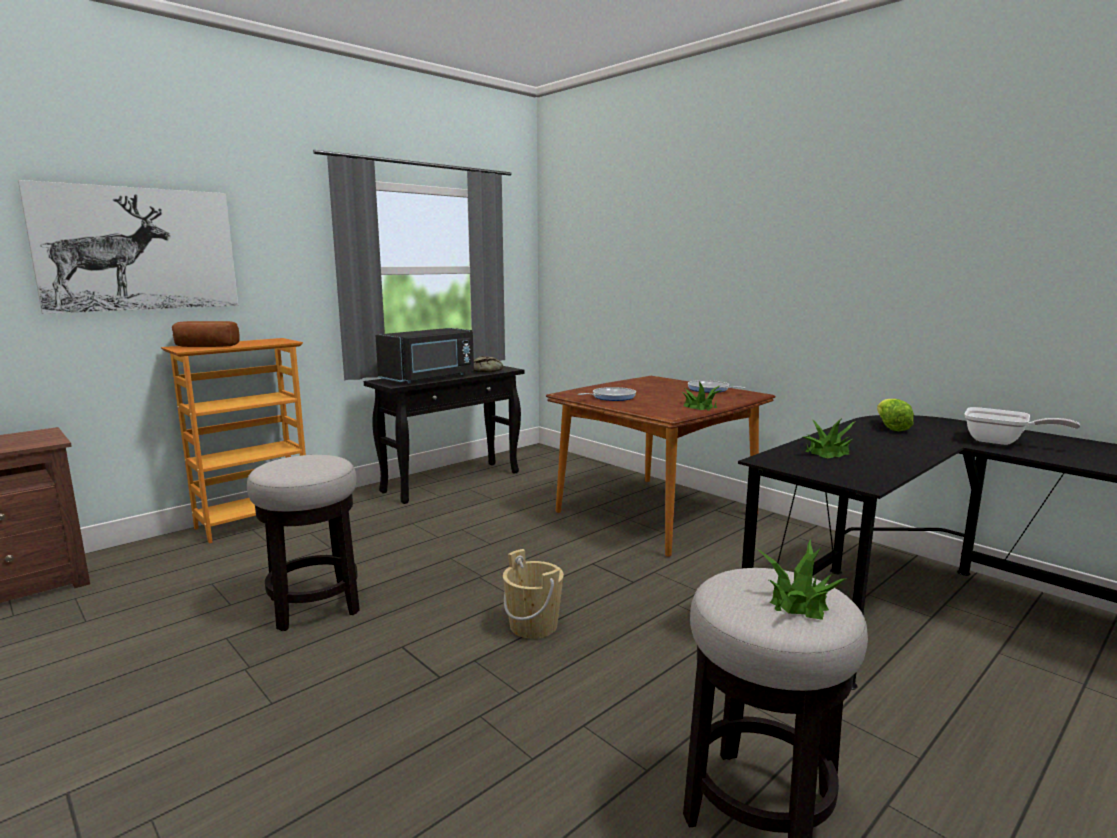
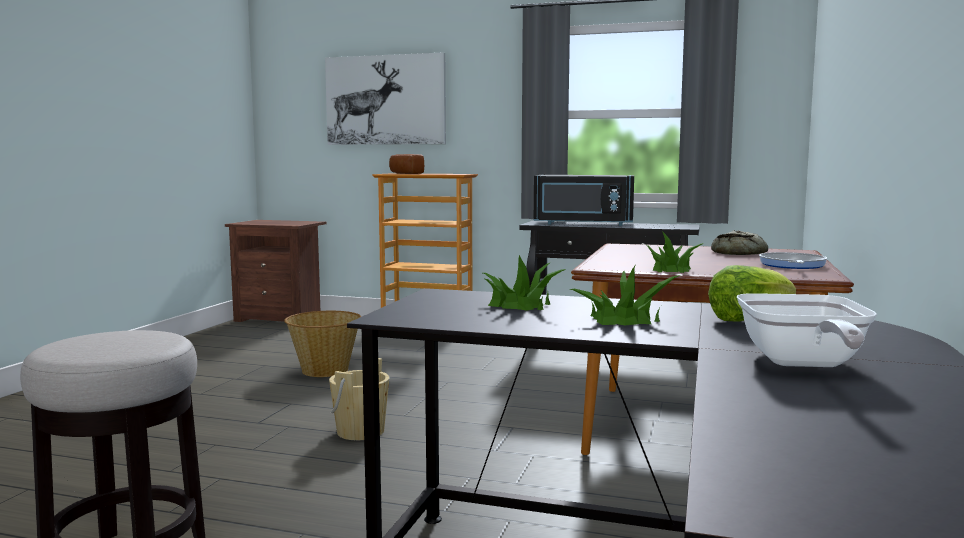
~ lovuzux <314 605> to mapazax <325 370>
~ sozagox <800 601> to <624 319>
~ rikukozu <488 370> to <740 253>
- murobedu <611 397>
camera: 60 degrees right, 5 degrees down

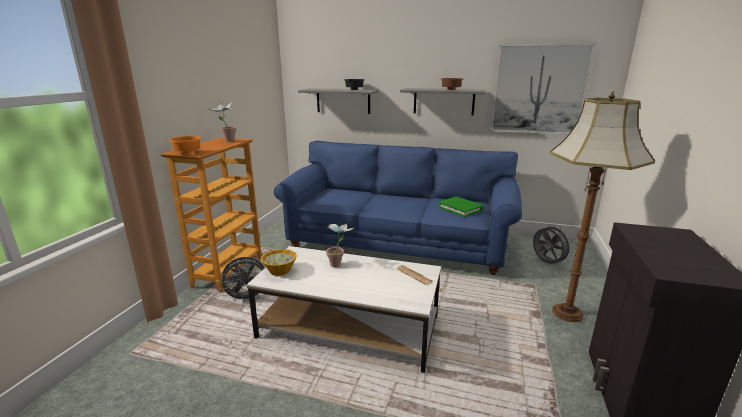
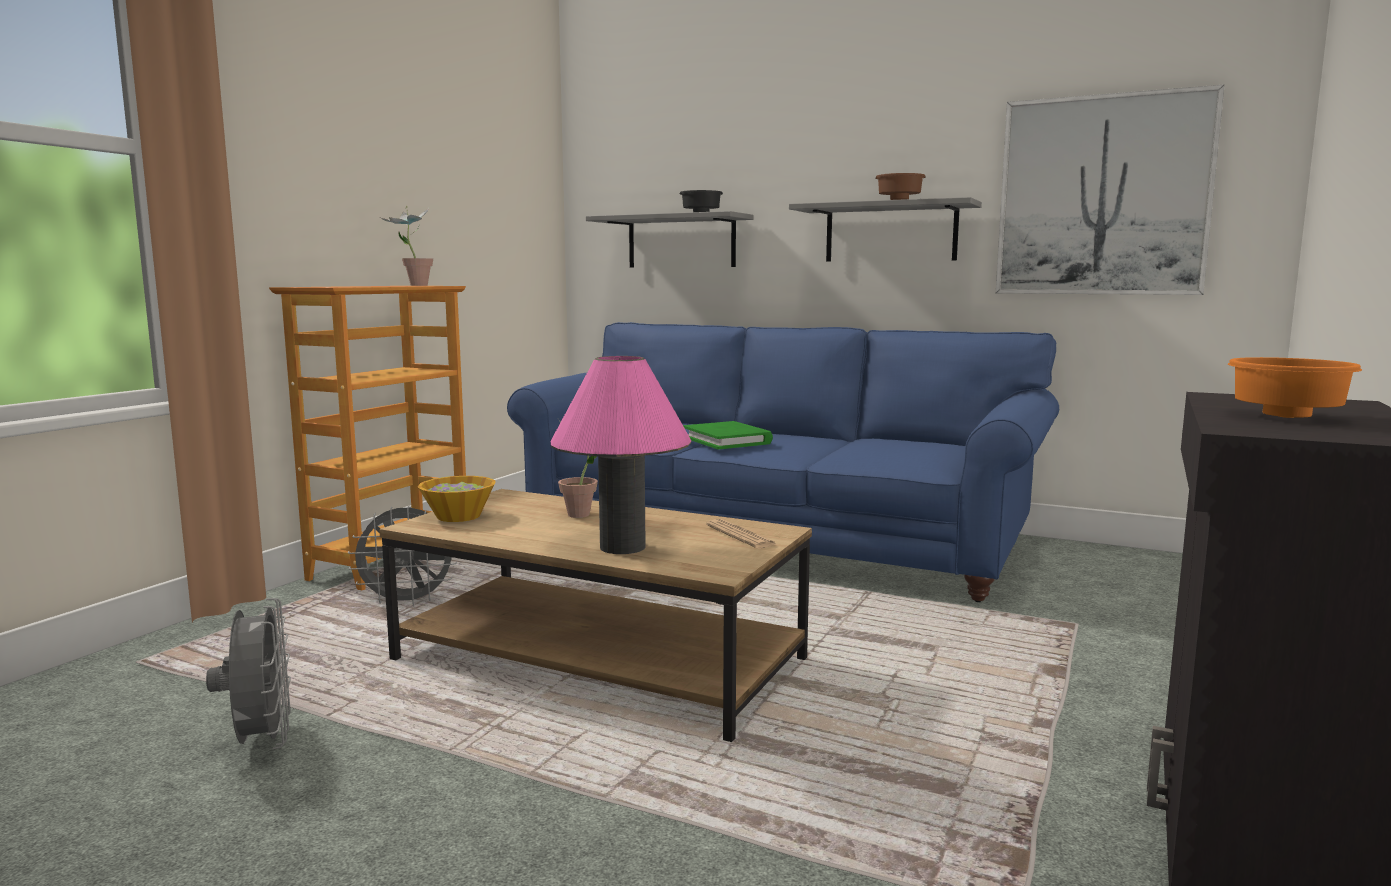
~ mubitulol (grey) <547 263> to <262 741>
~ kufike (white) <349 327> to kufike (brown) <599 659>
+ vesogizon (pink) <622 547>
~ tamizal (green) <460 208> to <727 440>
~ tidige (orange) <187 152> to <1282 416>
- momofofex <568 313>
camera: 10 degrees right, 10 degrees down

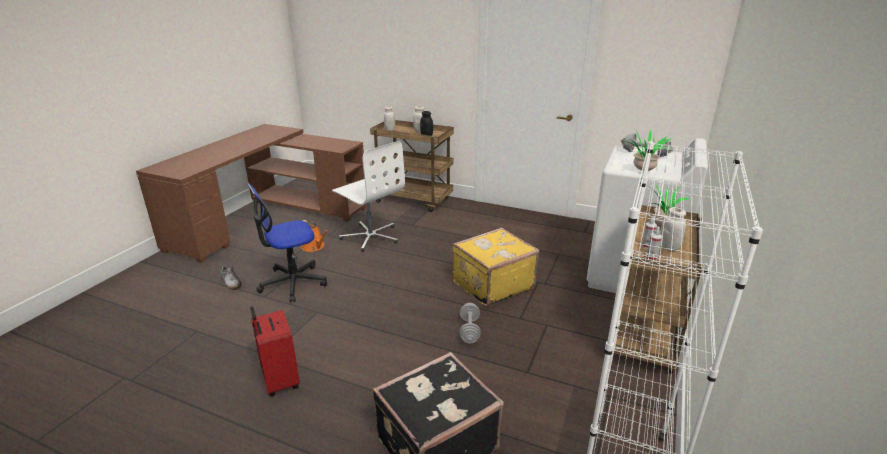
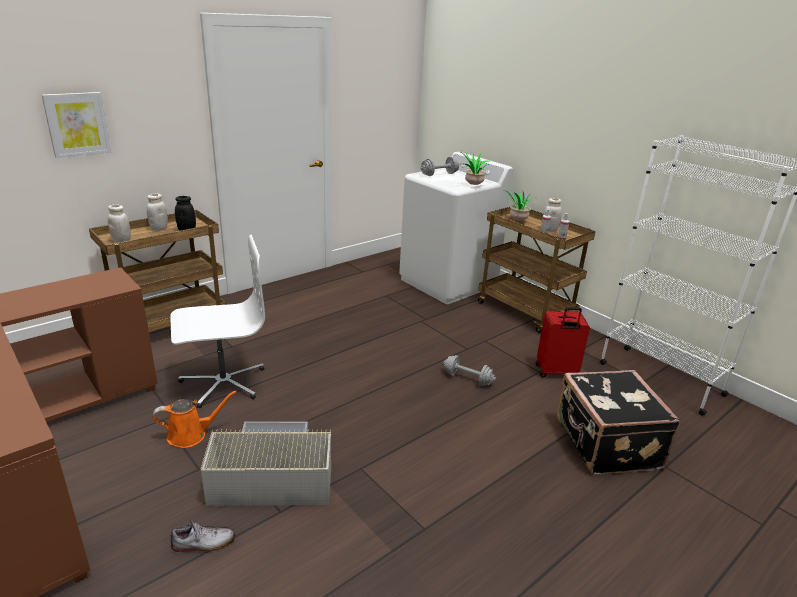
+ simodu <77 124>
~ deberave <292 283> to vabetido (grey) <270 476>
~ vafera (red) <279 381> to <556 372>
- vafera (yellow) <491 284>
camera: 65 degrees left, 0 degrees up

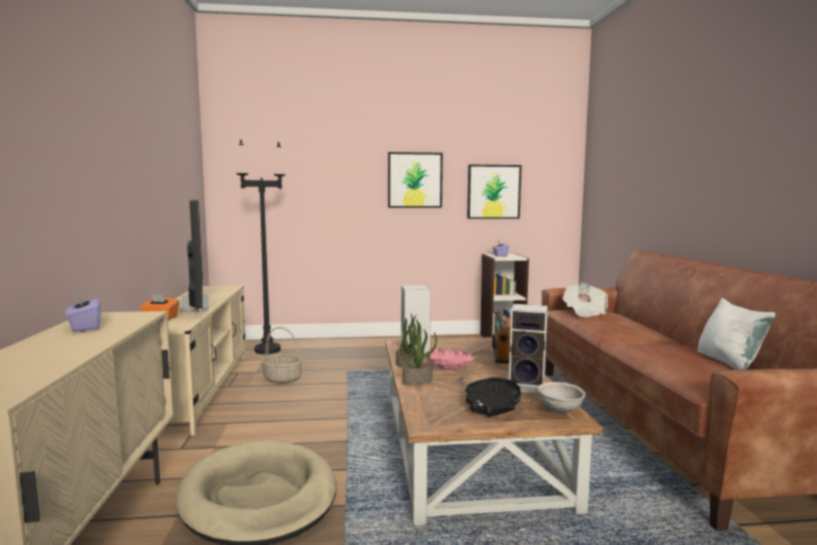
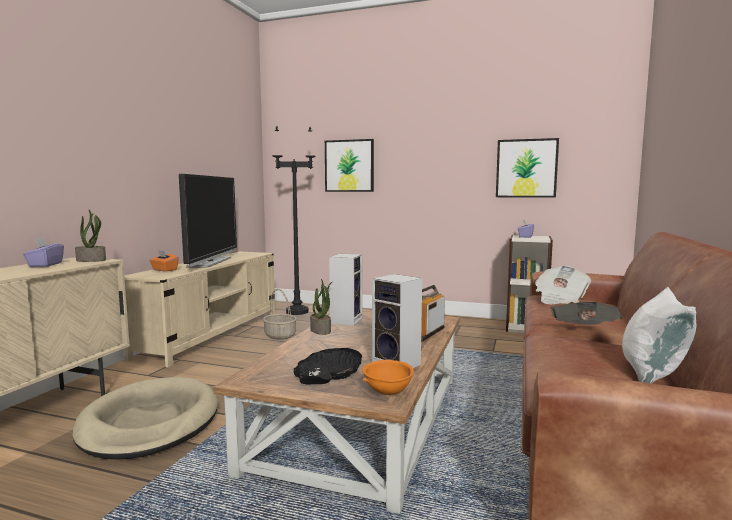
~ sozagox <417 381> to <91 260>
~ simodu <415 180> to <349 166>
~ tidige (grey) <561 411> to tidige (orange) <388 393>
+ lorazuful <583 332>
- tidige (pink) <448 367>
camera: 25 degrees right, 0 degrees up

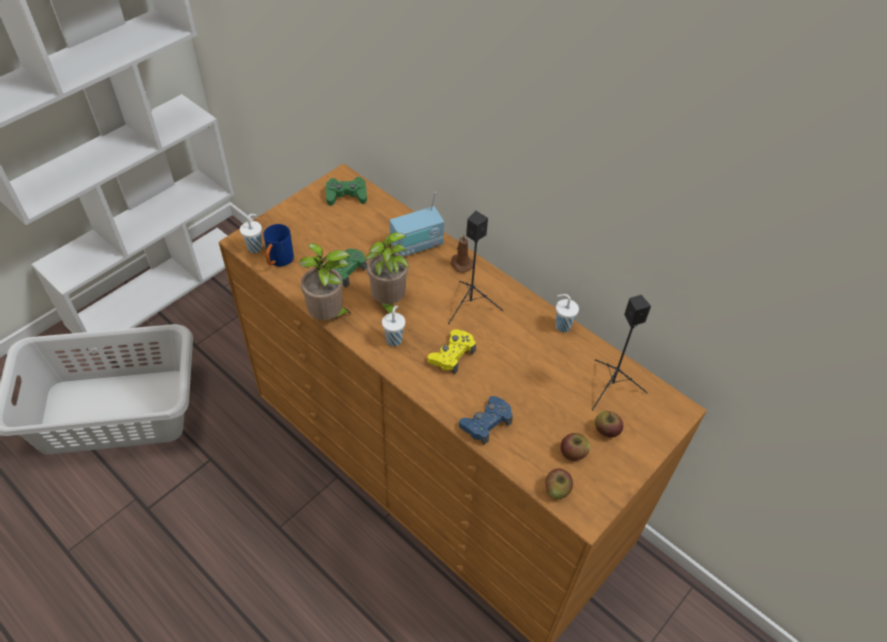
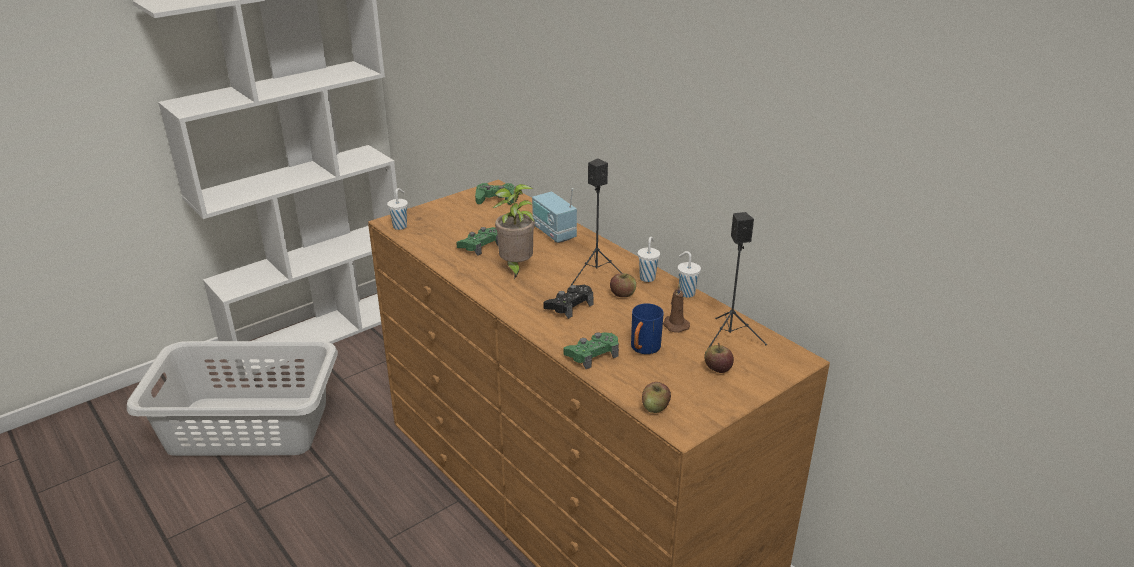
~ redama <417 245> = <553 233> 75 degrees clockwise
~ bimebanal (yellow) <452 355> to bimebanal (black) <569 306>
~ bimebanal (blue) <486 423> to bimebanal (green) <592 354>
~ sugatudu <573 453> to <622 294>
~ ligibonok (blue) <279 261> to <643 349>
~ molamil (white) <394 339> to <647 278>
~ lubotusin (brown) <461 263> to <675 325>
- sozagox <329 316>
camera: 10 degrees right, 20 degrees down

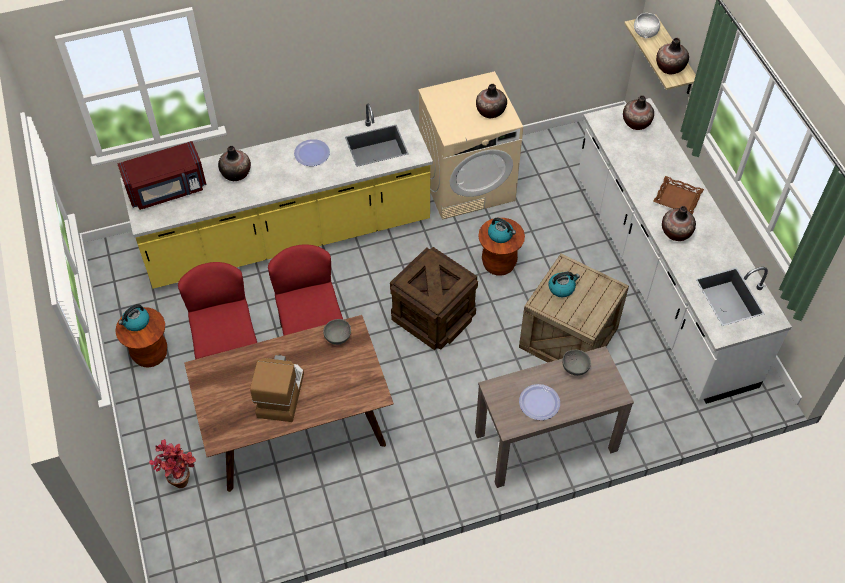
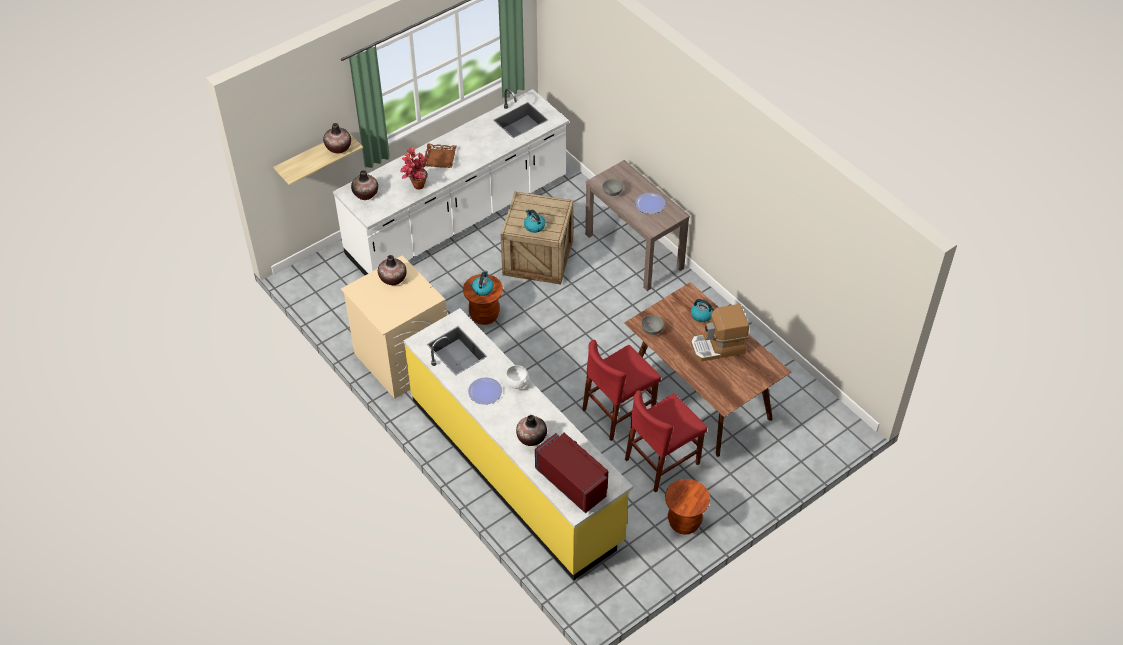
~ sozagox <179 477> to <415 188>
~ tidige (white) <645 33> to <516 383>
~ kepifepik <136 322> to <702 315>
- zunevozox <434 316>
- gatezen <676 232>
camera: 110 degrees left, 5 degrees down

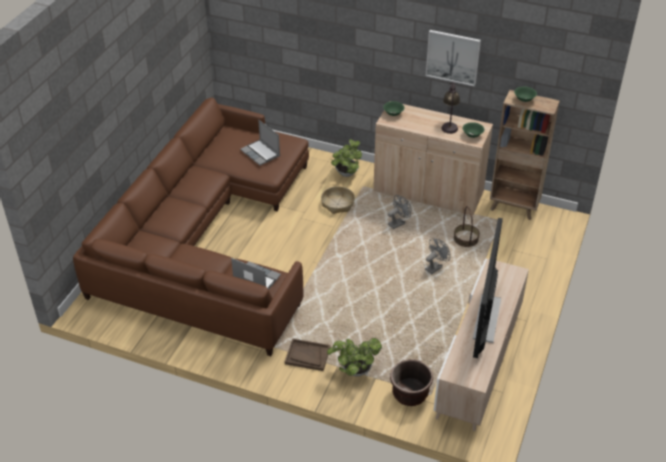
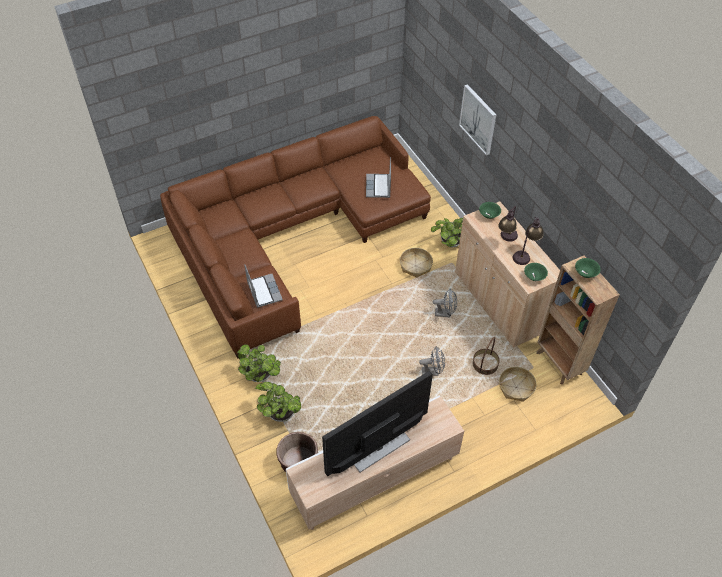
~ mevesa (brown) <307 356> to sozagox <261 376>
~ simodu <453 57> to <478 119>
+ vesogizon <506 239>
+ mapazax <516 387>
camera: 40 degrees right, 10 degrees up

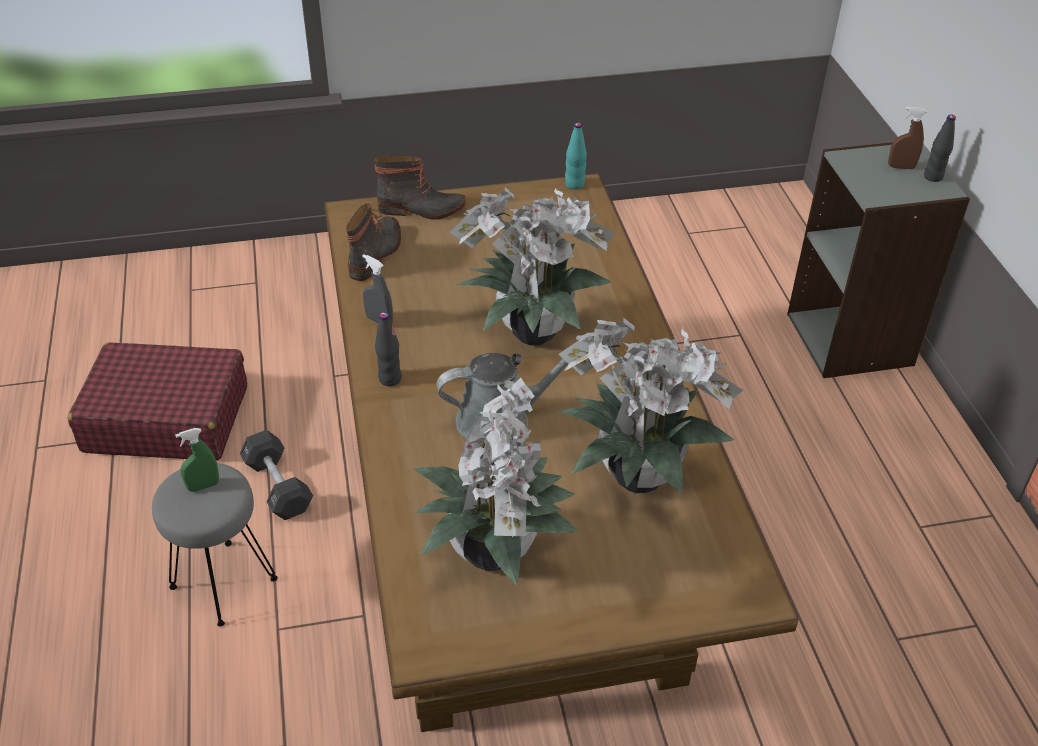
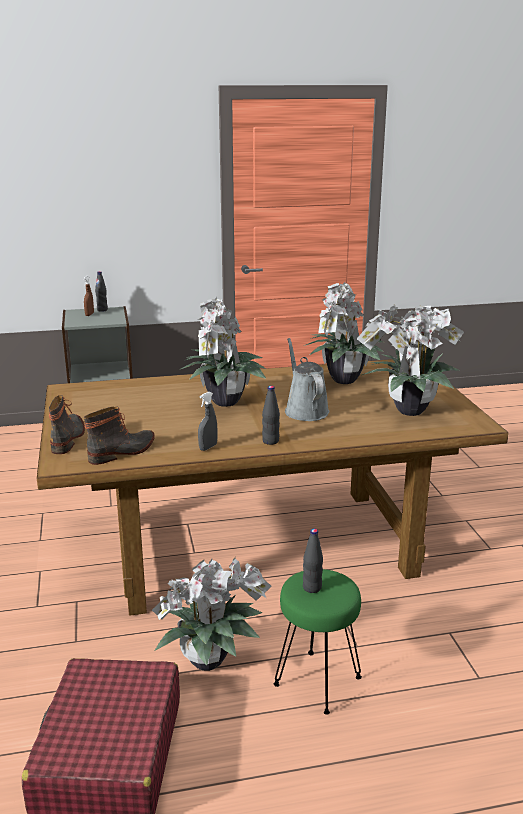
~ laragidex <376 253> = <123 452> 120 degrees clockwise
~ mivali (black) <278 486> to sozagox <211 662>
~ lovuzux (grey) <223 582> to lovuzux (green) <317 682>
~ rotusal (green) <203 486> to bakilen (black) <312 588>
- bakilen (turquoise) <574 184>
camera: 90 degrees left, 20 degrees down

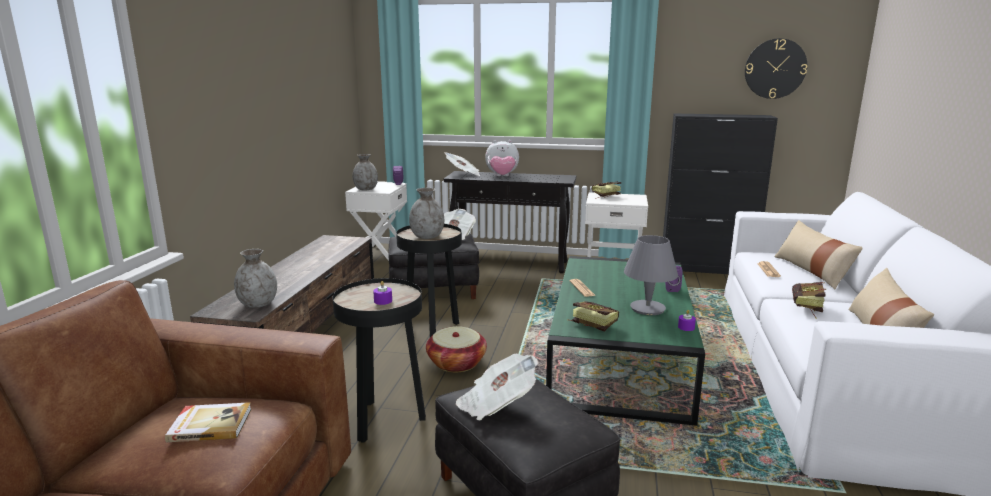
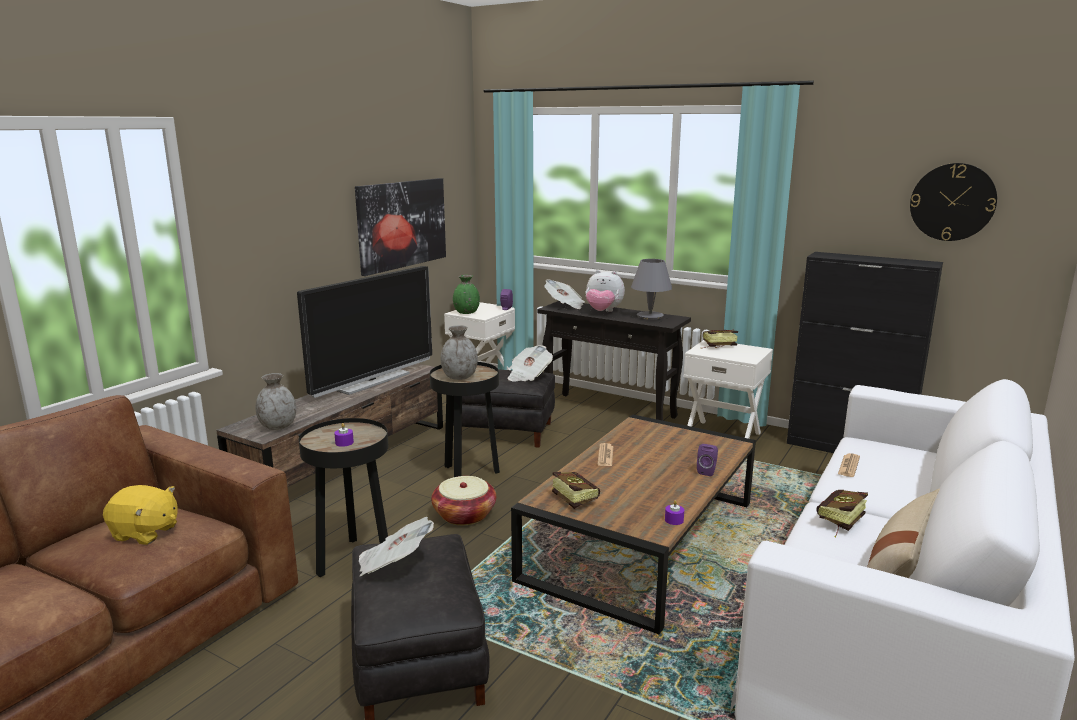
~ tamizal <210 424> to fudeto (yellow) <145 533>
+ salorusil <372 381>
+ simodu <402 224>
~ gatezen (grey) <365 189> to gatezen (green) <466 313>
~ kufike (green) <620 356> to kufike (brown) <642 540>
~ vesogizon (grey) <647 308> to <650 316>
- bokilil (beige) <812 271>
camera: 20 degrees right, 0 degrees up

